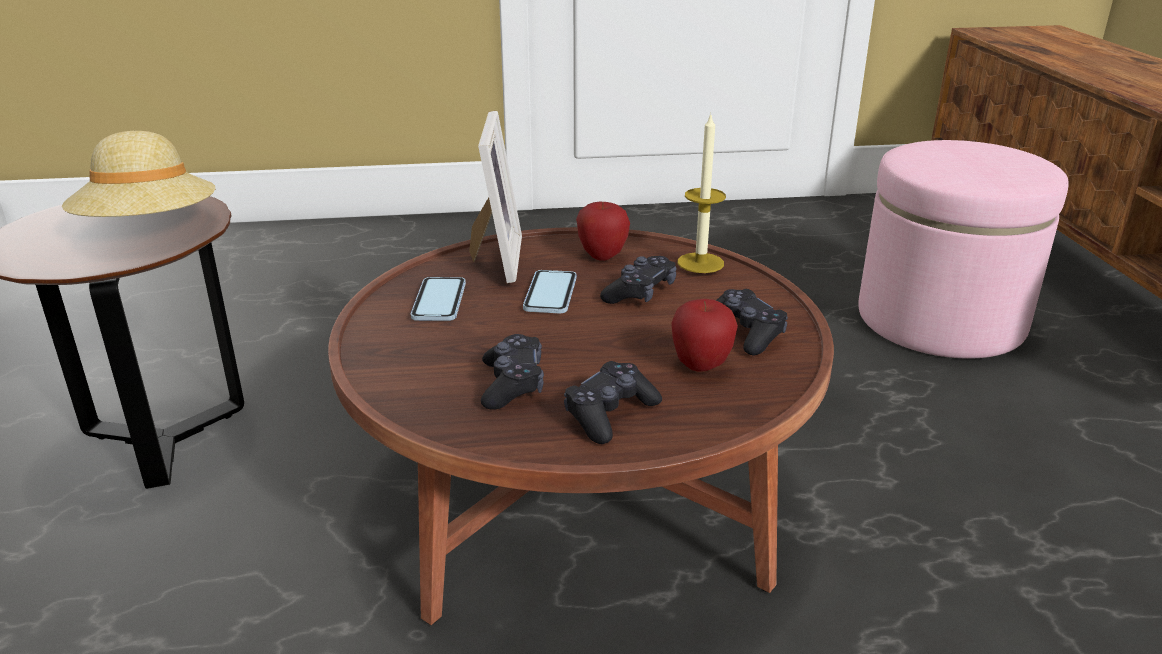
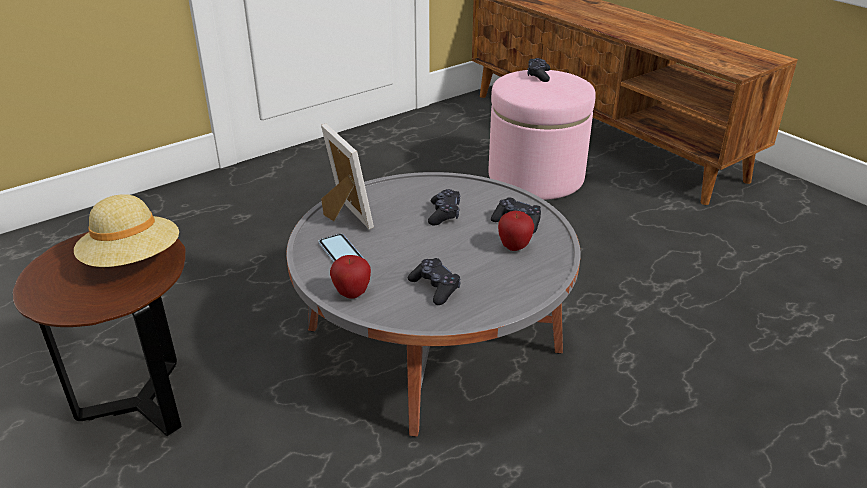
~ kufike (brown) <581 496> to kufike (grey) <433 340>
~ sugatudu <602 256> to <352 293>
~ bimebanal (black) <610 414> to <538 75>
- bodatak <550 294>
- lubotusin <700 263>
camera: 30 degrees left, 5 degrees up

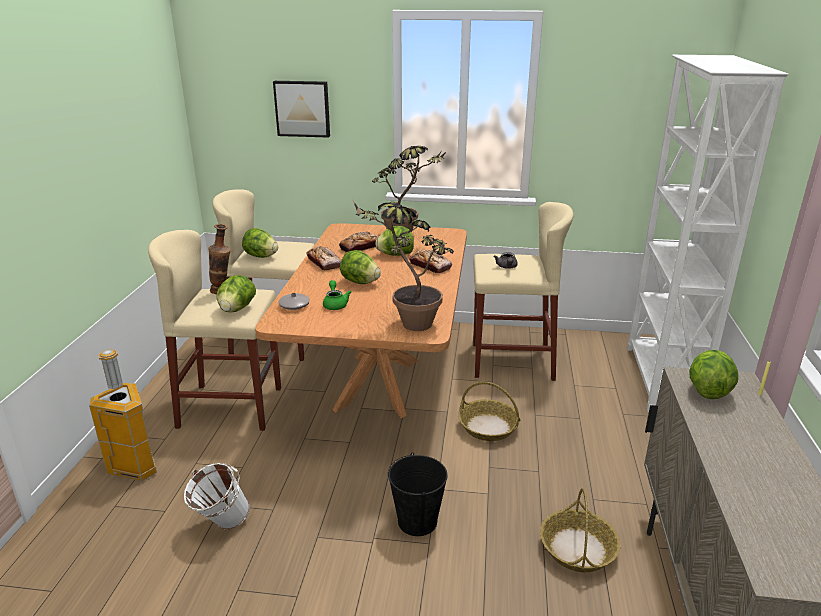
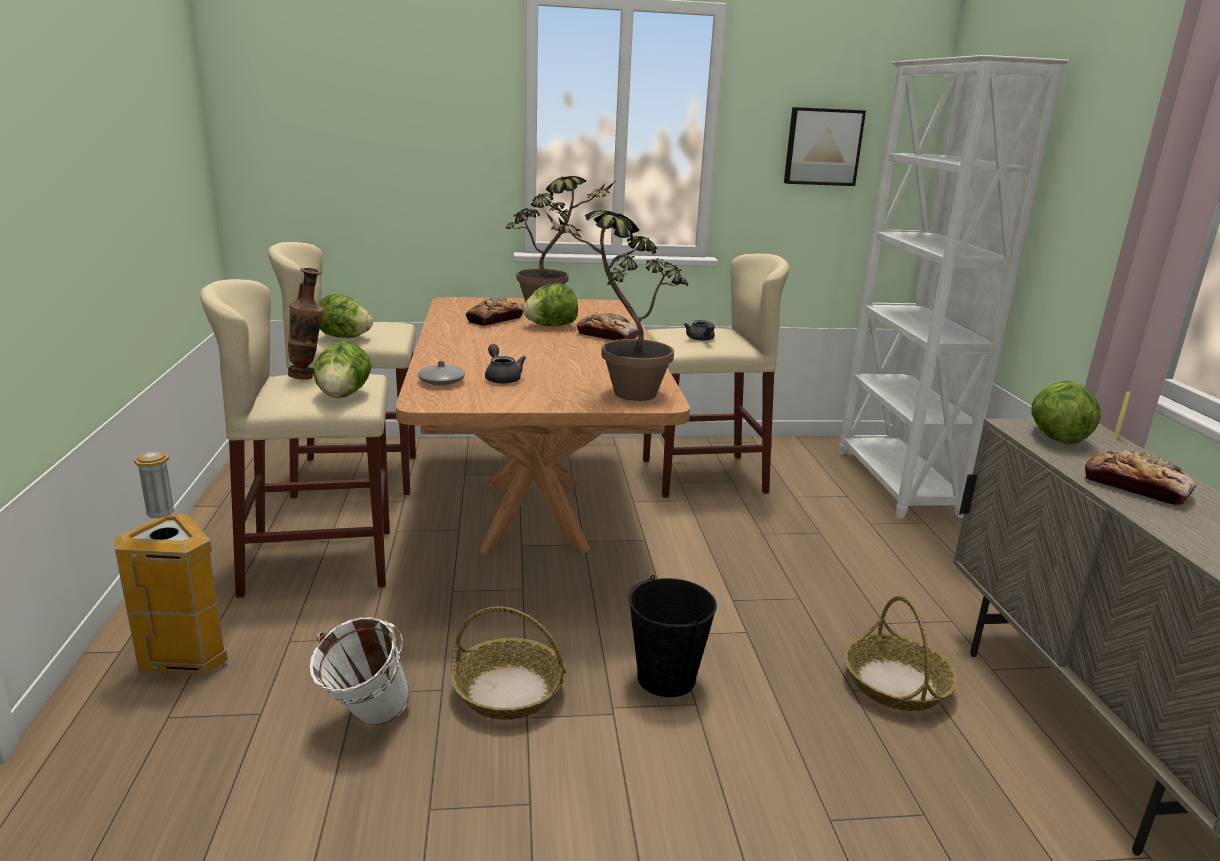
~ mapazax <489 427> to <509 691>
~ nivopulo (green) <335 304> to nivopulo (grey) <502 378>
~ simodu <302 108> to <822 147>
~ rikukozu <324 263> to <1136 487>
- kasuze <360 282>
camera: 15 degrees left, 5 degrees down

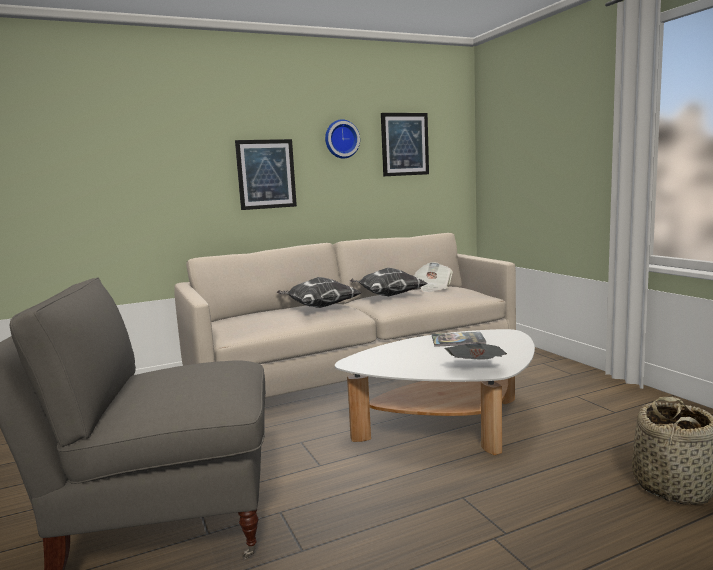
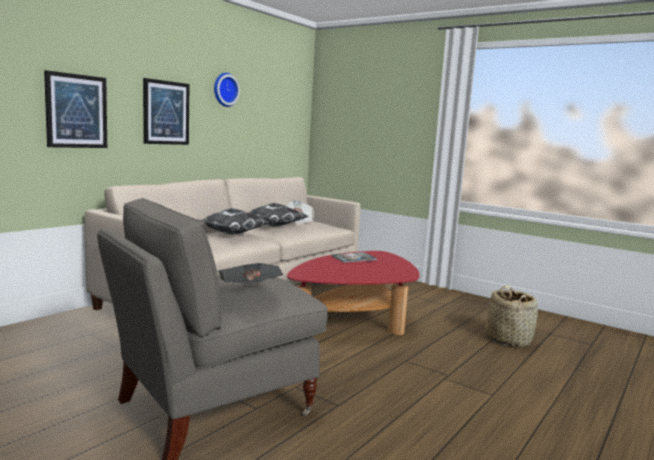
~ simodu <404 144> to <76 111>
~ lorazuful <476 368> to <249 292>
~ kufike (white) <450 426> to kufike (red) <355 321>
camera: 30 degrees left, 0 degrees up

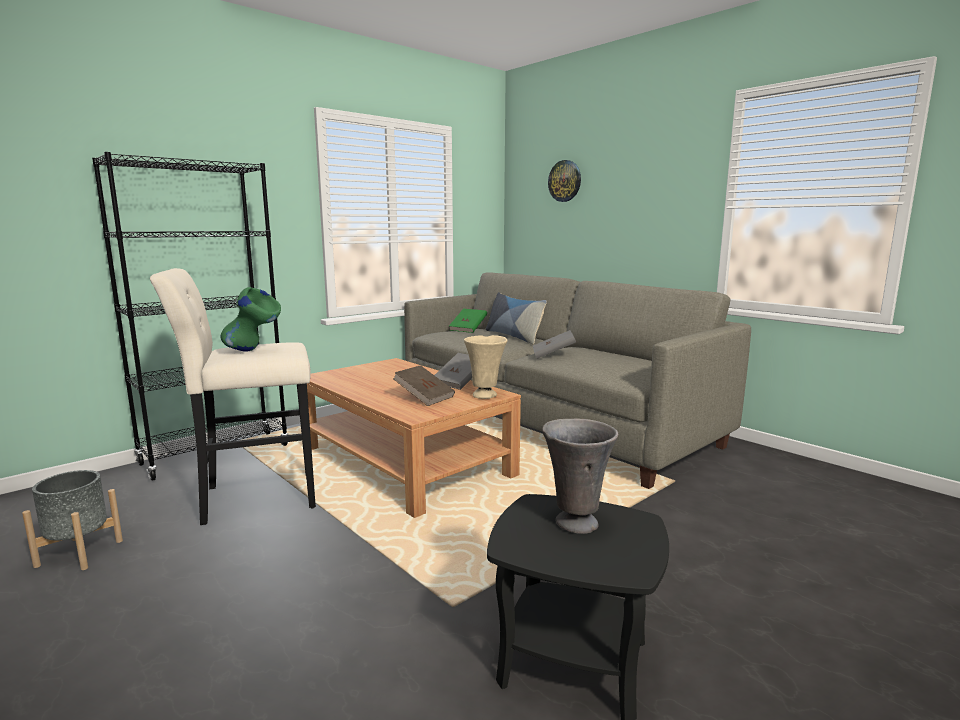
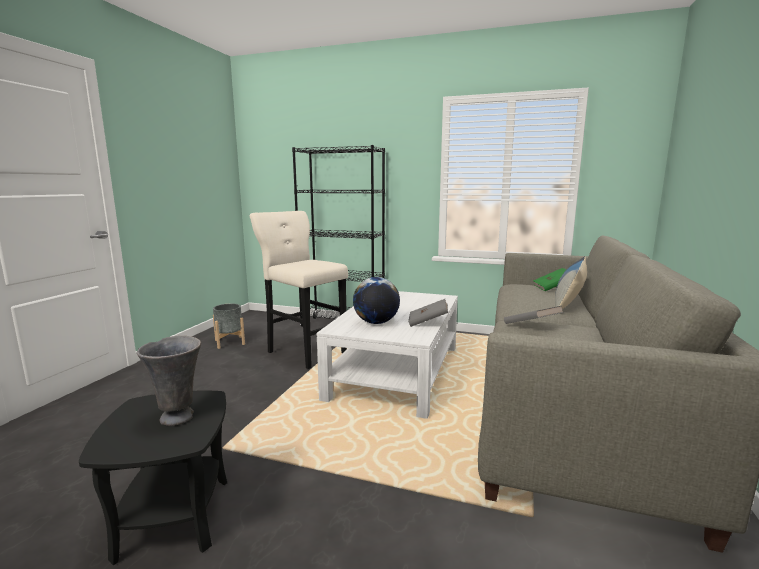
~ kufike (brown) <406 462> to kufike (white) <396 372>
~ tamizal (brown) <424 397> to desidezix <376 322>
- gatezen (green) <253 351>
- gatezen (beige) <485 395>
- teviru <565 181>
camera: 60 degrees right, 0 degrees up

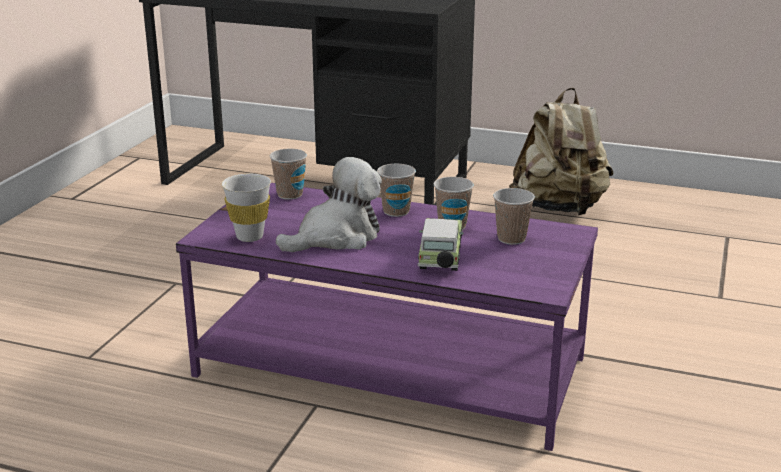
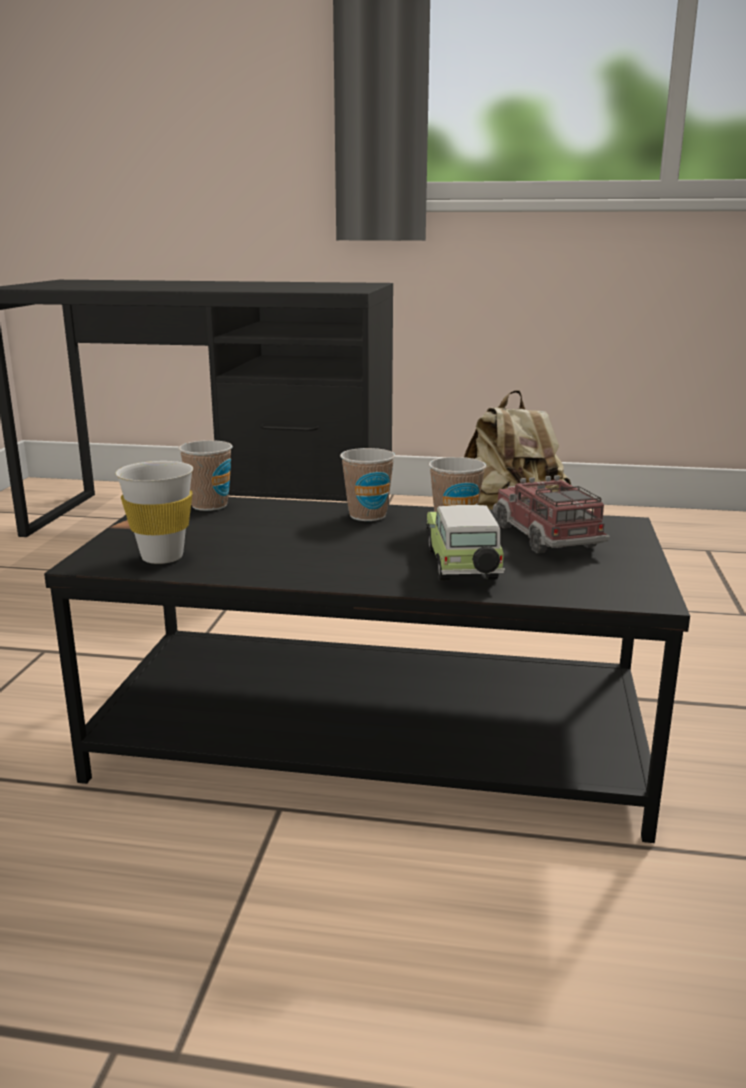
~ kufike (purple) <388 367> to kufike (black) <370 740>
~ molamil <511 239> to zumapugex <546 536>
- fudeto <336 237>
camera: 10 degrees left, 5 degrees down

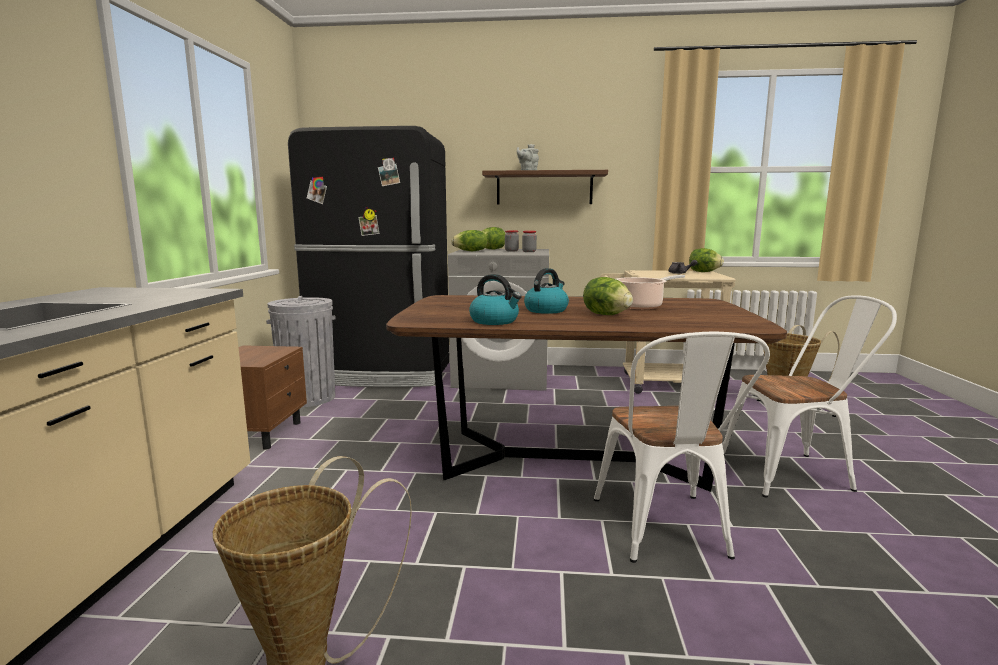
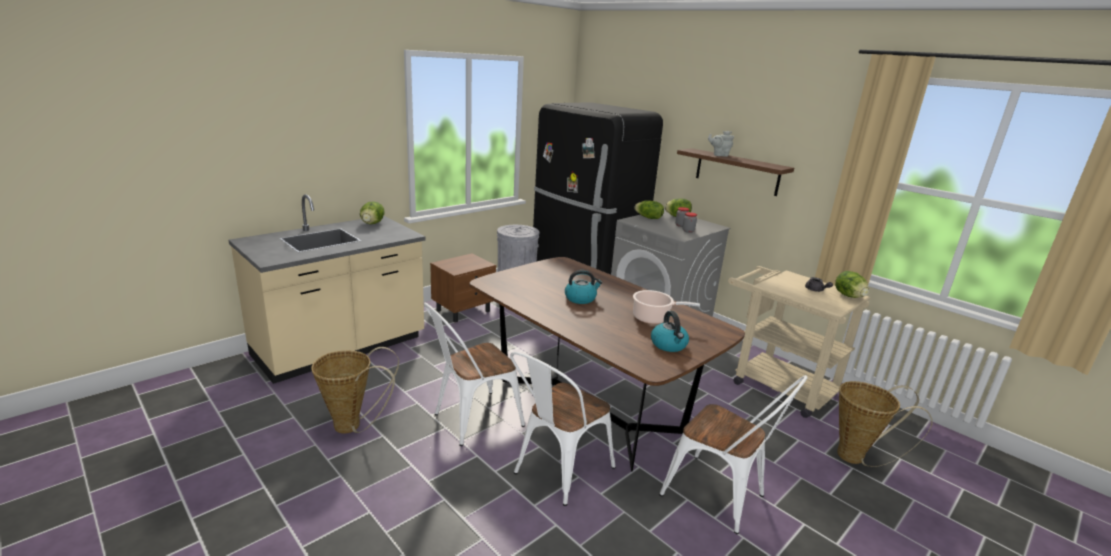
~ kasuze <606 315> to <372 223>
+ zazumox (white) <471 420>
~ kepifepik <495 321> to <669 345>
camera: 40 degrees right, 10 degrees up

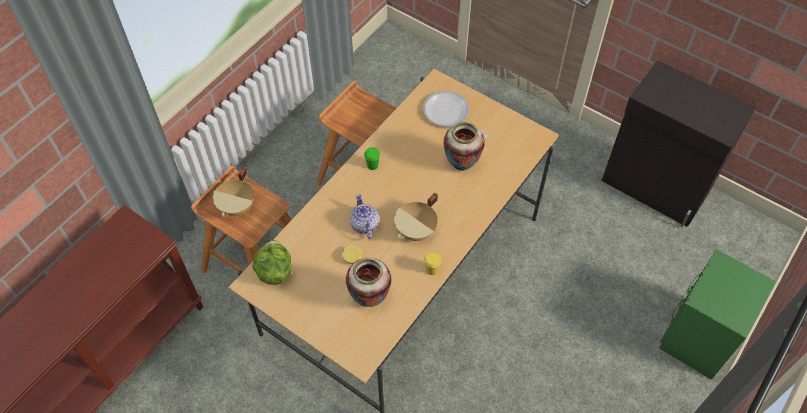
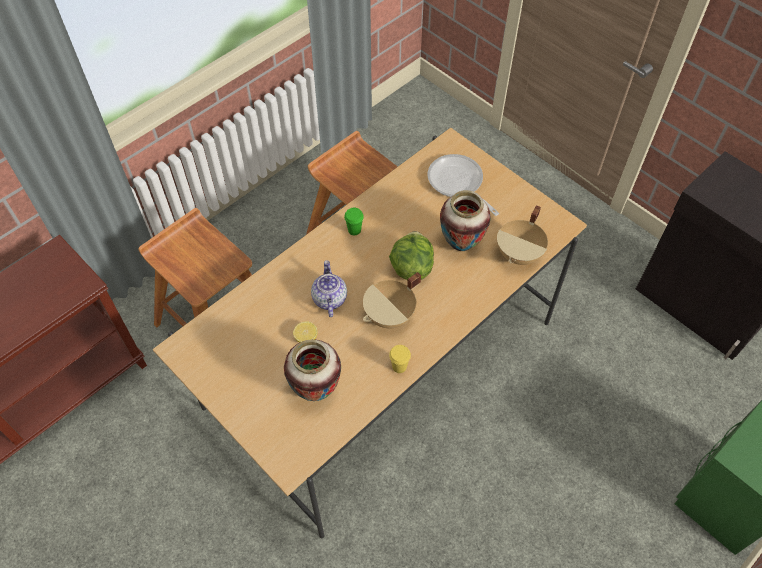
~ kasuze <274 271> to <411 267>
~ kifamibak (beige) <237 207> to <520 254>
camera: 10 degrees right, 0 degrees up

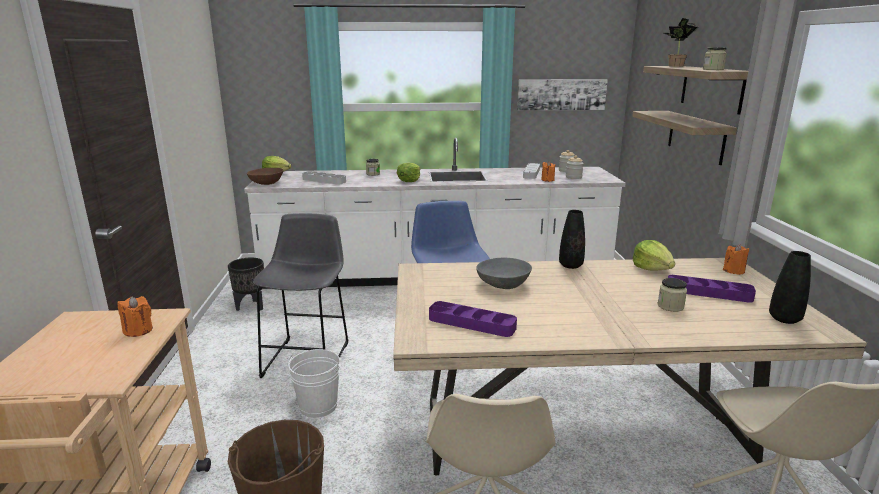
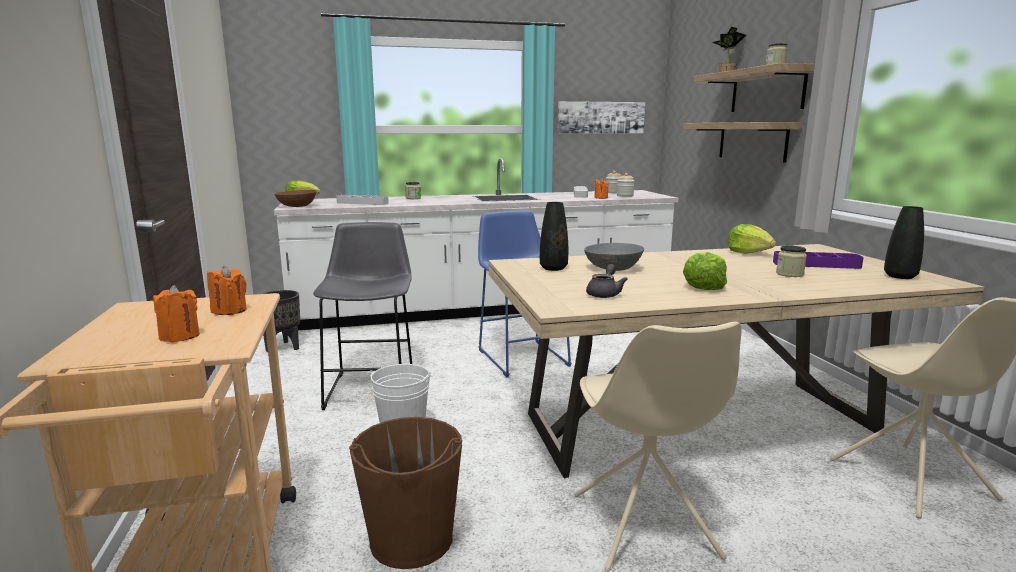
~ lubotusin (orange) <733 271> to <179 336>
~ gatezen (black) <570 265> to <553 268>
~ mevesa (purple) <471 323> to nivopulo (grey) <605 294>
~ kasuze <409 180> to <703 286>
camera: 10 degrees left, 5 degrees down

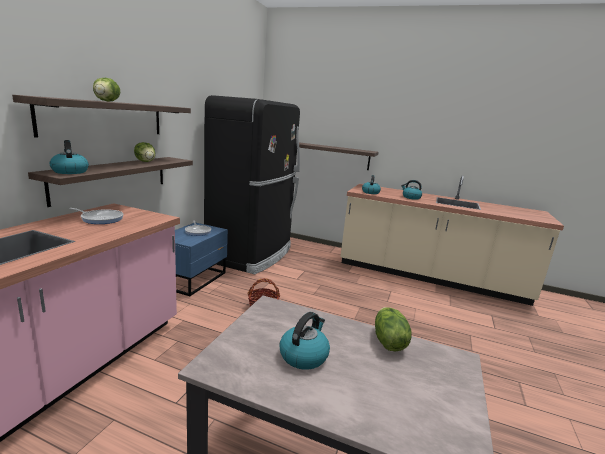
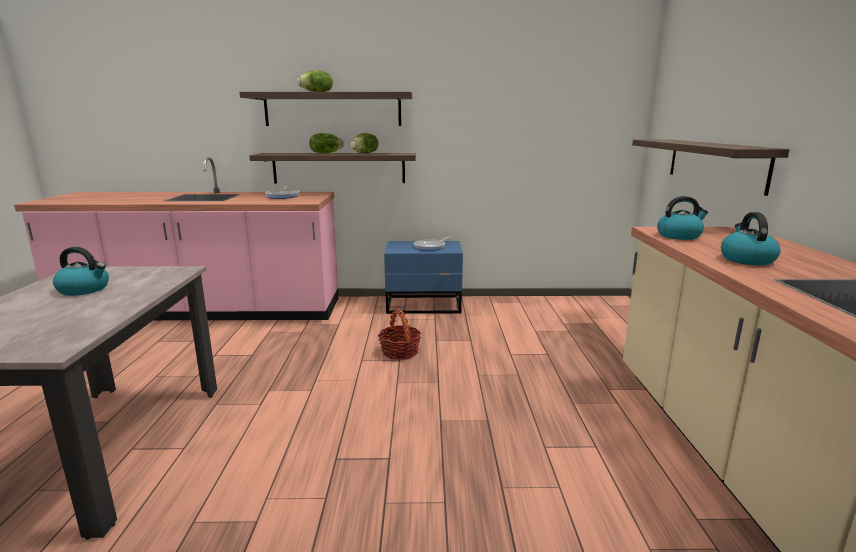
~ kasuze <388 341> to <325 153>
- kepifepik <70 171>
- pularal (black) <252 254>
camera: 70 degrees right, 0 degrees up

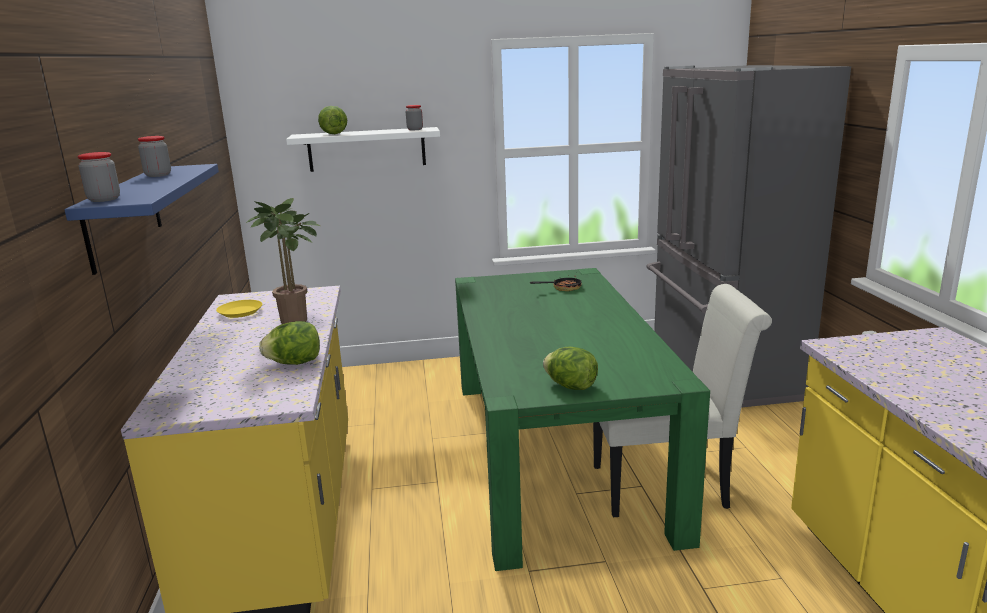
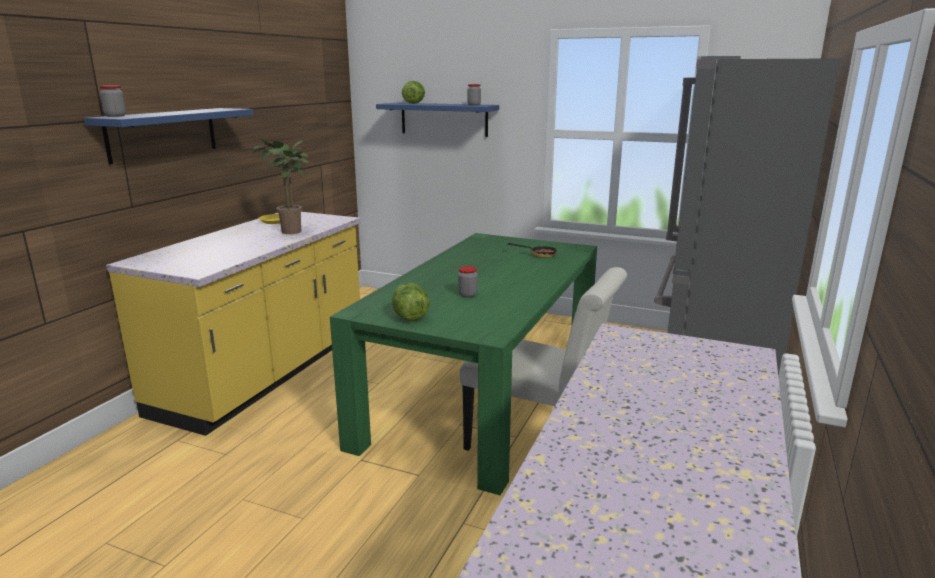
~ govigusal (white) <367 149> to govigusal (blue) <444 119>
~ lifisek <158 175> to <467 295>
- kasuze <295 363>
camera: 30 degrees right, 0 degrees up

